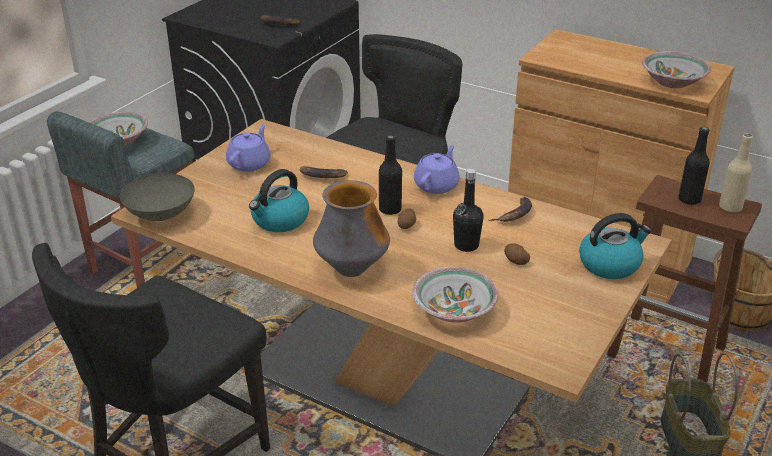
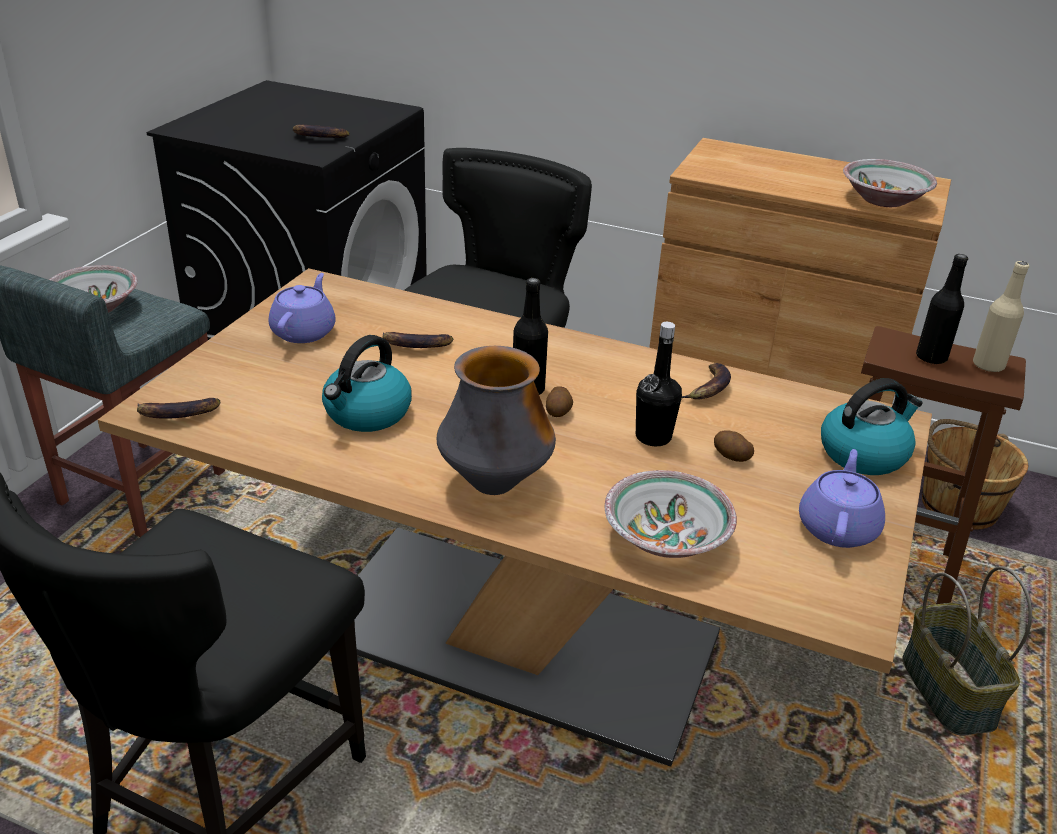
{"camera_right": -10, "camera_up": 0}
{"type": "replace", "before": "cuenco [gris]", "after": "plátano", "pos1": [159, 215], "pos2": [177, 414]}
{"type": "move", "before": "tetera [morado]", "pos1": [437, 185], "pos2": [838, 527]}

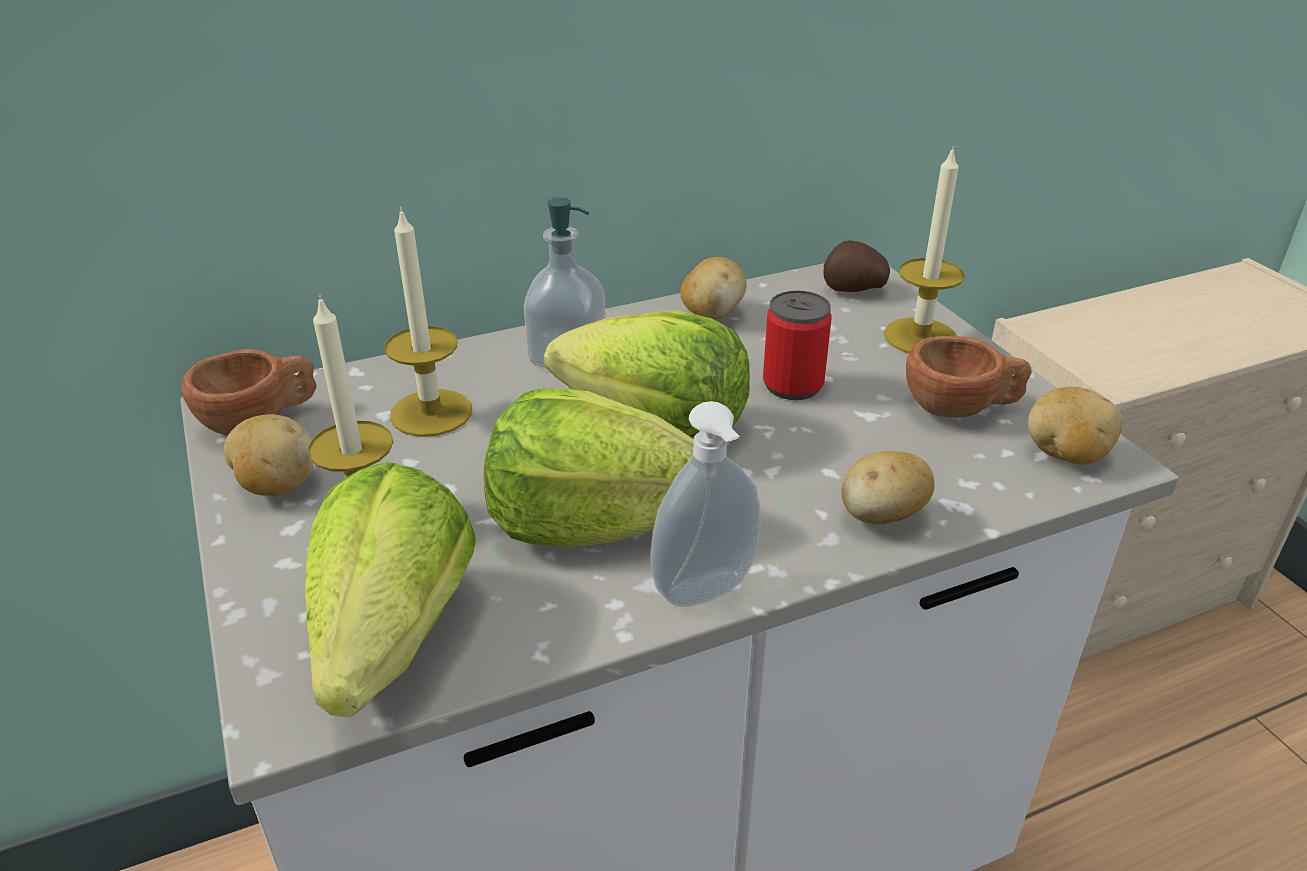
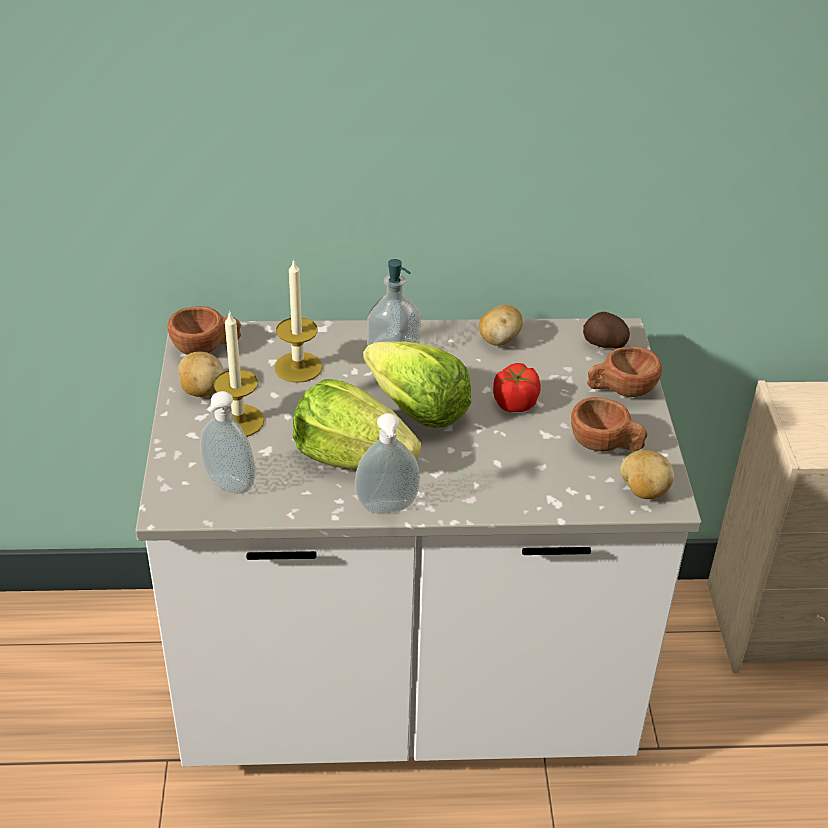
{"camera_right": 20, "camera_up": 5}
{"type": "replace", "before": "lechuga", "after": "dispensador de jabón", "pos1": [394, 637], "pos2": [228, 486]}
{"type": "replace", "before": "lata", "after": "tomate", "pos1": [792, 385], "pos2": [515, 403]}
{"type": "delete", "before": "patata", "pos1": [881, 517]}
{"type": "replace", "before": "vela", "after": "taza [marrón]", "pos1": [920, 337], "pos2": [620, 390]}

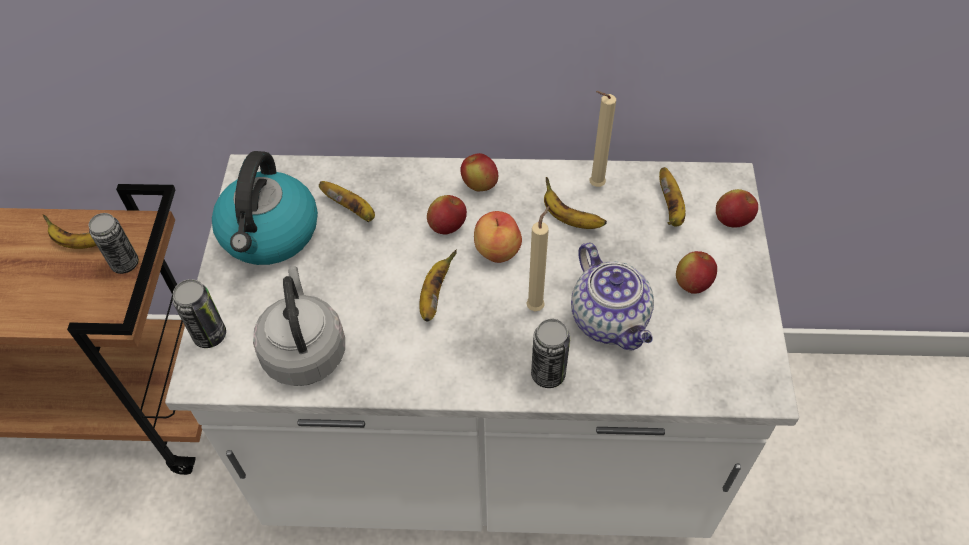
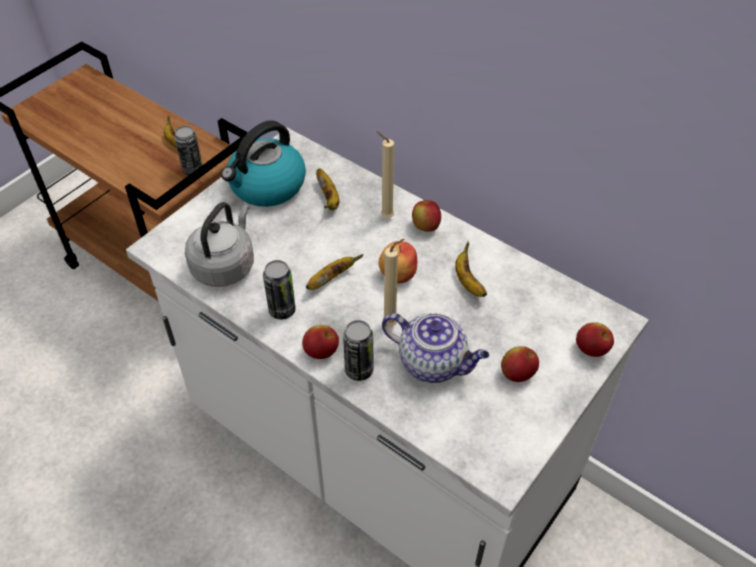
{"camera_right": 35, "camera_up": -5}
{"type": "move", "before": "lata", "pos1": [210, 335], "pos2": [282, 310]}
{"type": "move", "before": "manzana", "pos1": [447, 226], "pos2": [321, 352]}
{"type": "rotate", "before": "tetera", "pos1": [611, 321], "pos2": [434, 363], "turn": -75}
{"type": "move", "before": "vela [beis]", "pos1": [594, 185], "pos2": [385, 216]}
{"type": "delete", "before": "plátano", "pos1": [671, 208]}

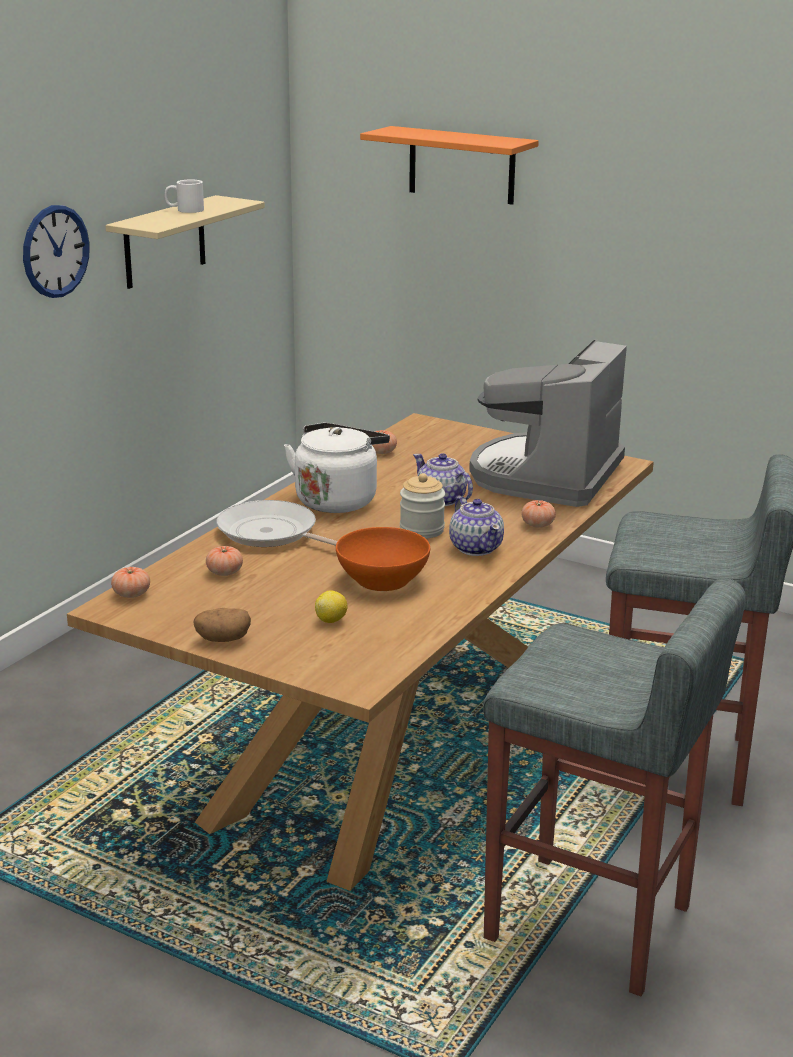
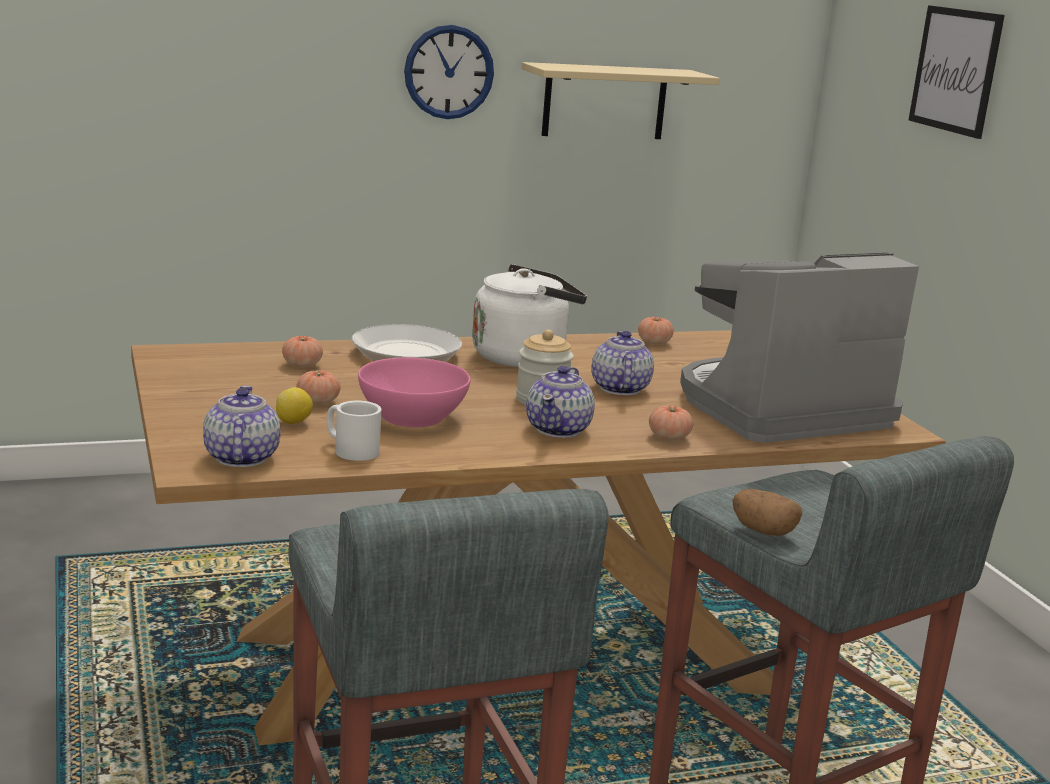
{"camera_right": 40, "camera_up": -5}
{"type": "move", "before": "tomate", "pos1": [131, 594], "pos2": [318, 401]}
{"type": "move", "before": "taza grande [blanco]", "pos1": [184, 210], "pos2": [350, 449]}
{"type": "move", "before": "patata", "pos1": [222, 639], "pos2": [763, 531]}
{"type": "recolor", "before": "cuenco [naranja]", "after": "cuenco [rosa]", "pos1": [383, 580], "pos2": [412, 416]}
{"type": "replace", "before": "estante [naranja]", "after": "cuadro", "pos1": [461, 165], "pos2": [955, 70]}
{"type": "insert", "after": "tetera", "pos2": [240, 458]}

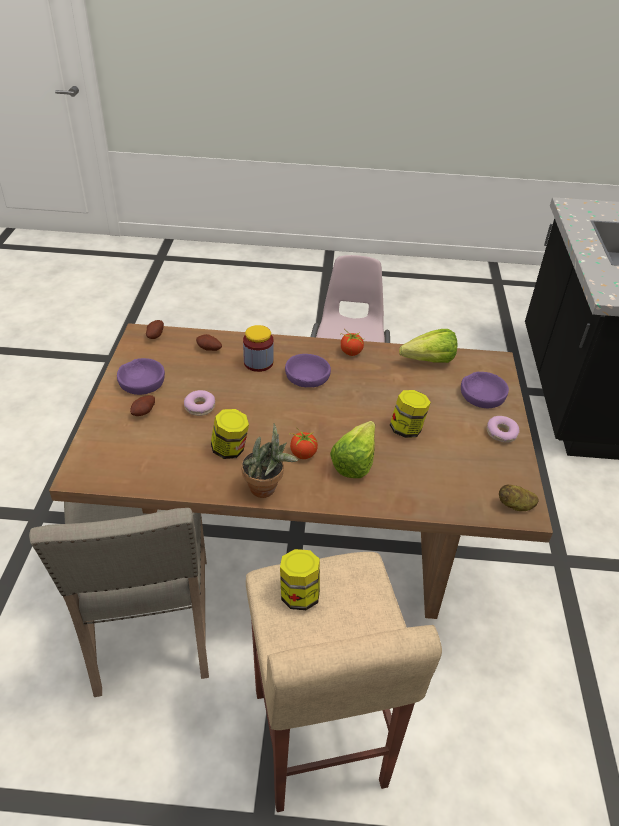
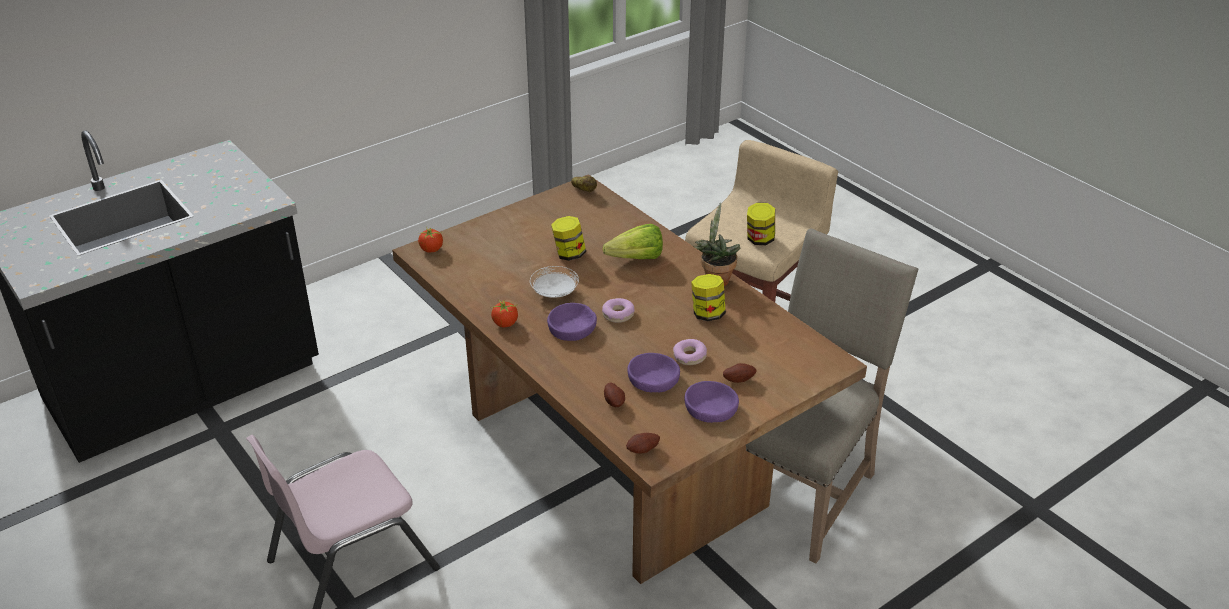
{"camera_right": -130, "camera_up": -5}
{"type": "delete", "before": "tarro", "pos1": [258, 363]}
{"type": "move", "before": "tomate", "pos1": [303, 454], "pos2": [431, 249]}
{"type": "delete", "before": "lechuga", "pos1": [424, 361]}
{"type": "move", "before": "cuenco [morado]", "pos1": [482, 395], "pos2": [653, 379]}
{"type": "move", "before": "rosquilla", "pos1": [501, 433], "pos2": [618, 314]}
{"type": "insert", "after": "plato [blanco]", "pos2": [554, 293]}

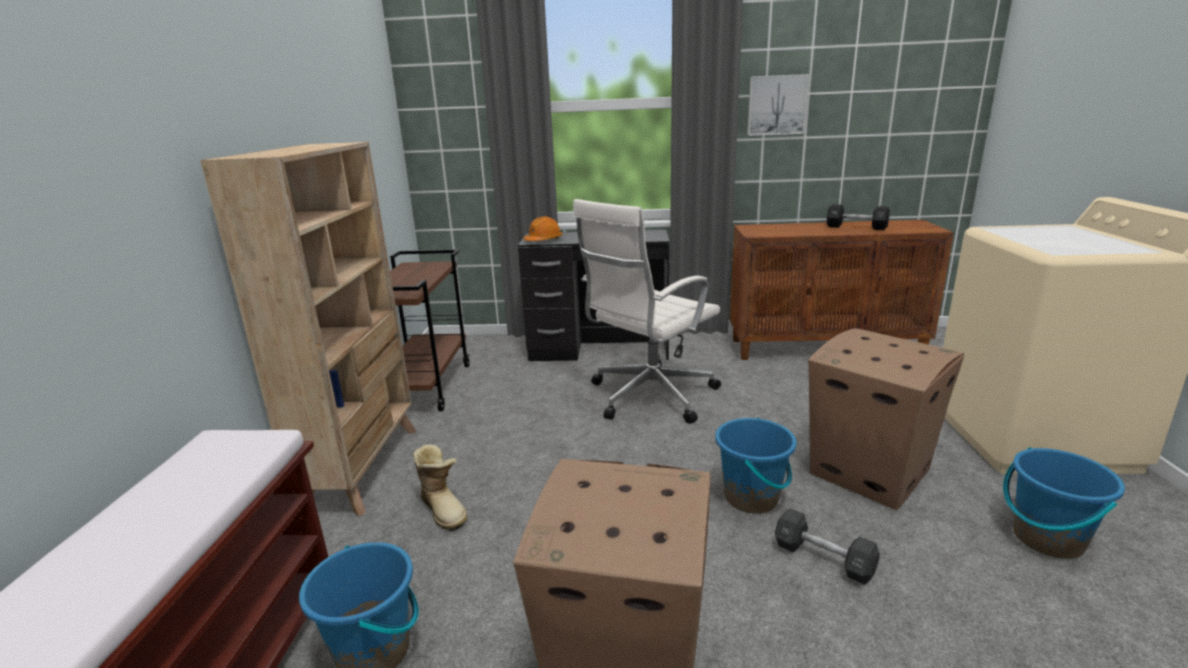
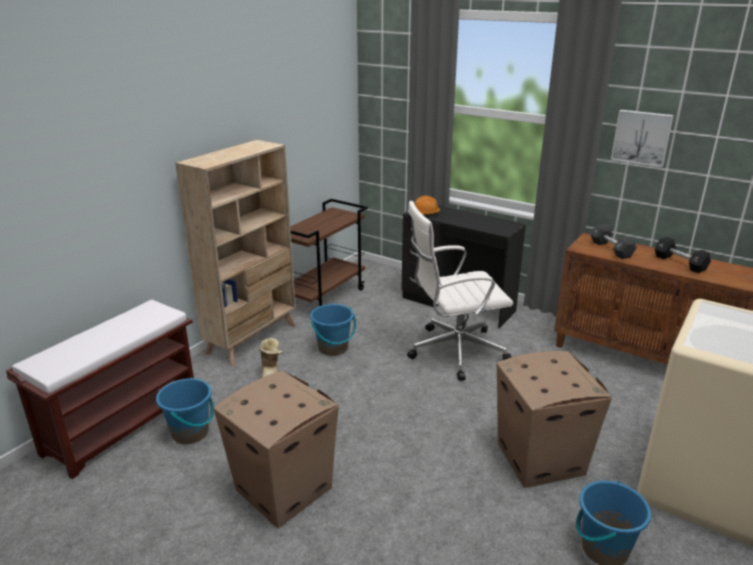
{"camera_right": 30, "camera_up": 5}
{"type": "move", "before": "cubo [azul]", "pos1": [751, 498], "pos2": [333, 348]}
{"type": "move", "before": "mancuerna [negro]", "pos1": [823, 558], "pos2": [611, 249]}

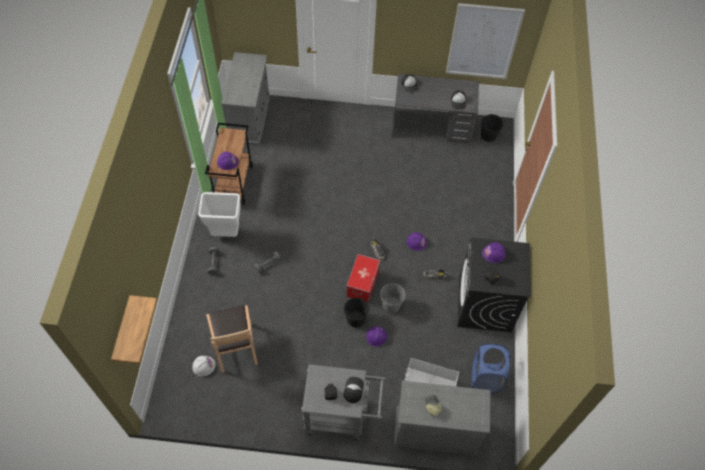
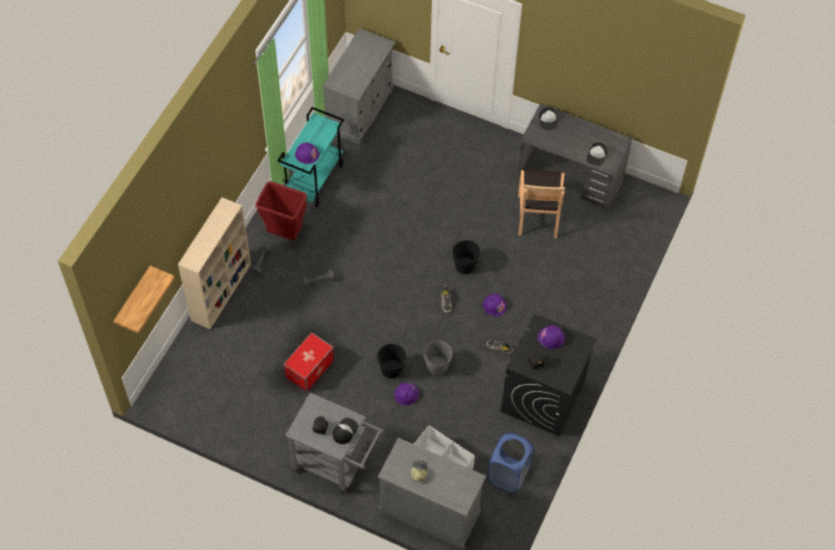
{"camera_right": 20, "camera_up": 0}
{"type": "delete", "before": "casco [blanco]", "pos1": [203, 366]}
{"type": "recolor", "before": "papelera [blanco]", "after": "papelera [rojo]", "pos1": [226, 233], "pos2": [285, 233]}
{"type": "recolor", "before": "carrito [marrón]", "after": "carrito [turquesa]", "pos1": [233, 183], "pos2": [314, 179]}
{"type": "move", "before": "silla [marrón]", "pos1": [235, 347], "pos2": [538, 216]}
{"type": "move", "before": "caja de almacenaje", "pos1": [362, 284], "pos2": [309, 368]}
{"type": "delete", "before": "cuadro", "pos1": [483, 41]}
{"type": "move", "before": "cubo [negro]", "pos1": [488, 135], "pos2": [465, 265]}
{"type": "insert", "after": "estantería [beis]", "pos2": [221, 291]}

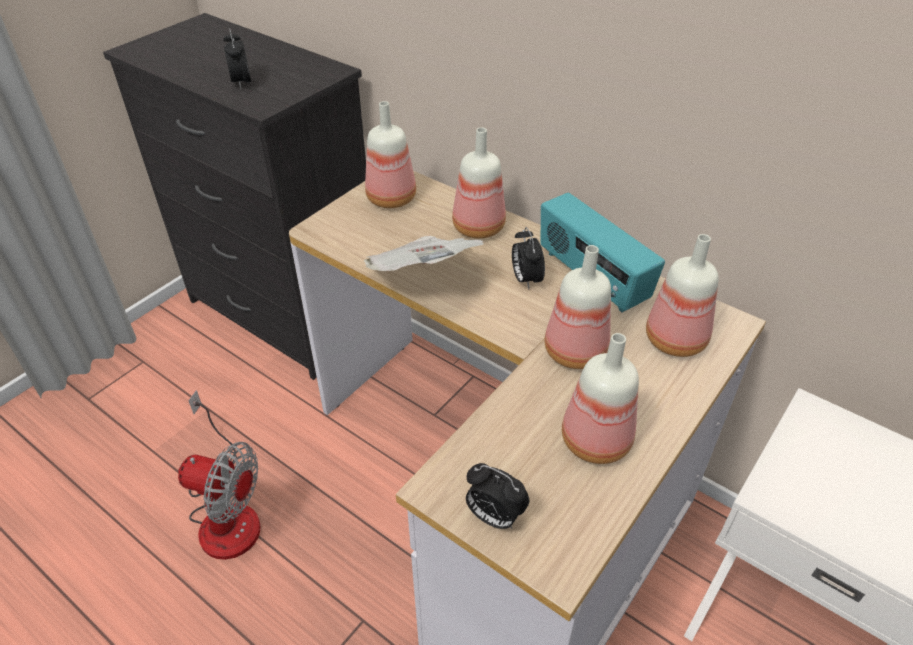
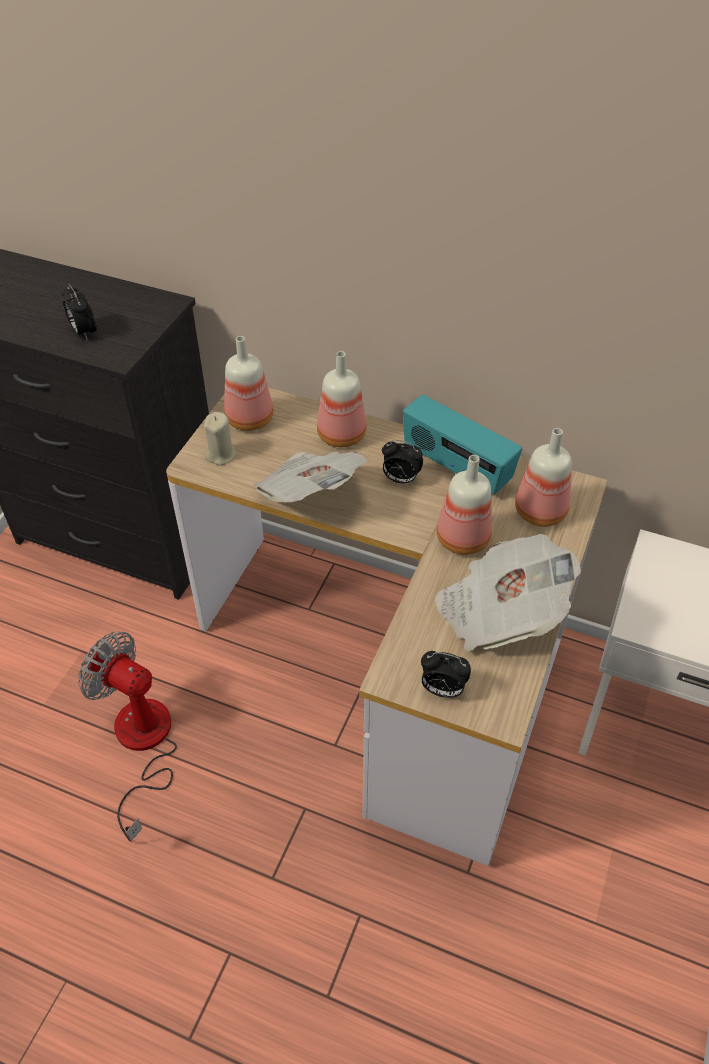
{"camera_right": -15, "camera_up": 5}
{"type": "rotate", "before": "ventilador", "pos1": [226, 512], "pos2": [142, 745], "turn": -150}
{"type": "rotate", "before": "despertador", "pos1": [525, 279], "pos2": [400, 479], "turn": -45}
{"type": "replace", "before": "botella", "after": "periódico", "pos1": [593, 441], "pos2": [499, 612]}
{"type": "insert", "after": "vela [beis]", "pos2": [221, 454]}

